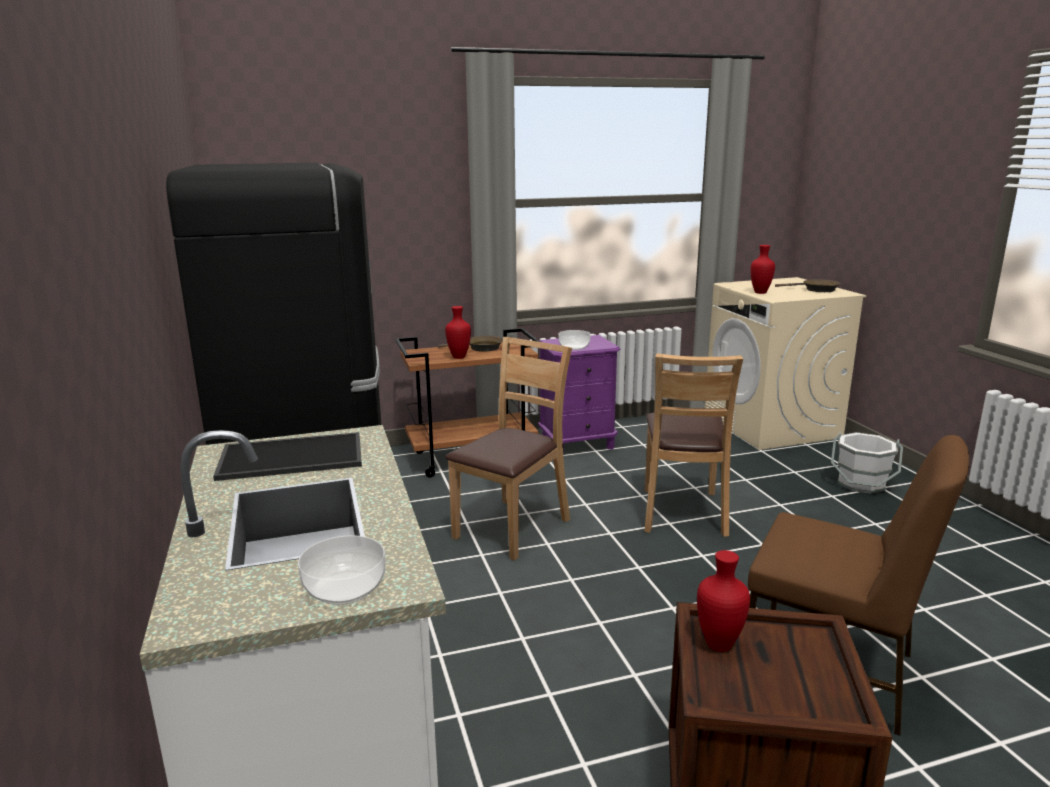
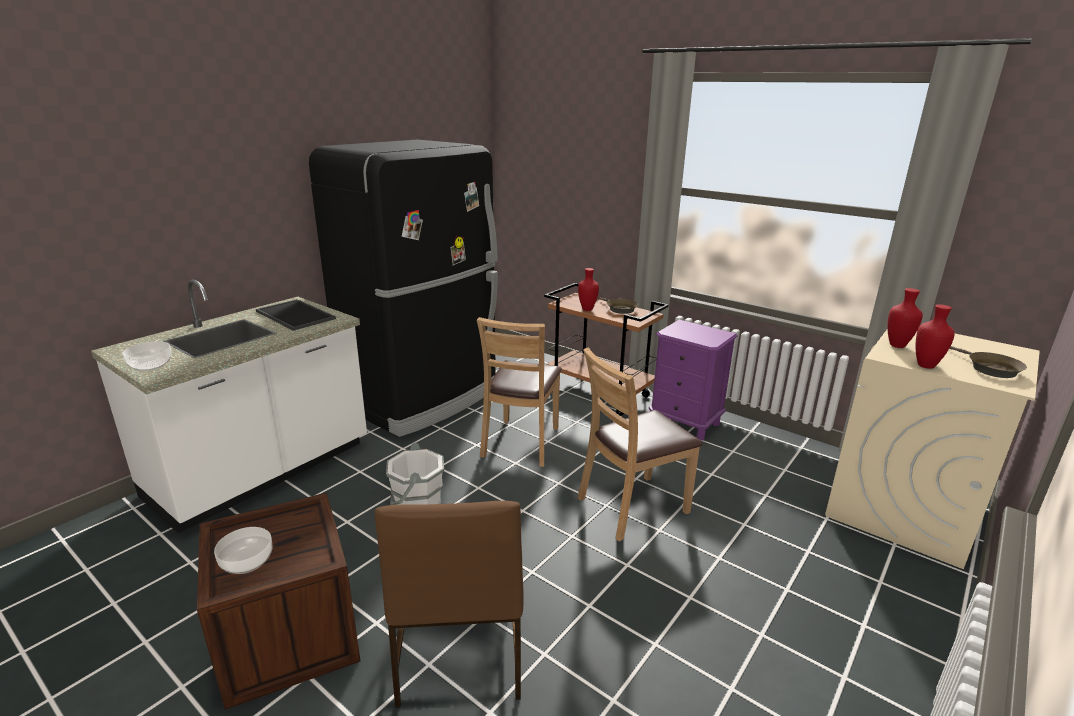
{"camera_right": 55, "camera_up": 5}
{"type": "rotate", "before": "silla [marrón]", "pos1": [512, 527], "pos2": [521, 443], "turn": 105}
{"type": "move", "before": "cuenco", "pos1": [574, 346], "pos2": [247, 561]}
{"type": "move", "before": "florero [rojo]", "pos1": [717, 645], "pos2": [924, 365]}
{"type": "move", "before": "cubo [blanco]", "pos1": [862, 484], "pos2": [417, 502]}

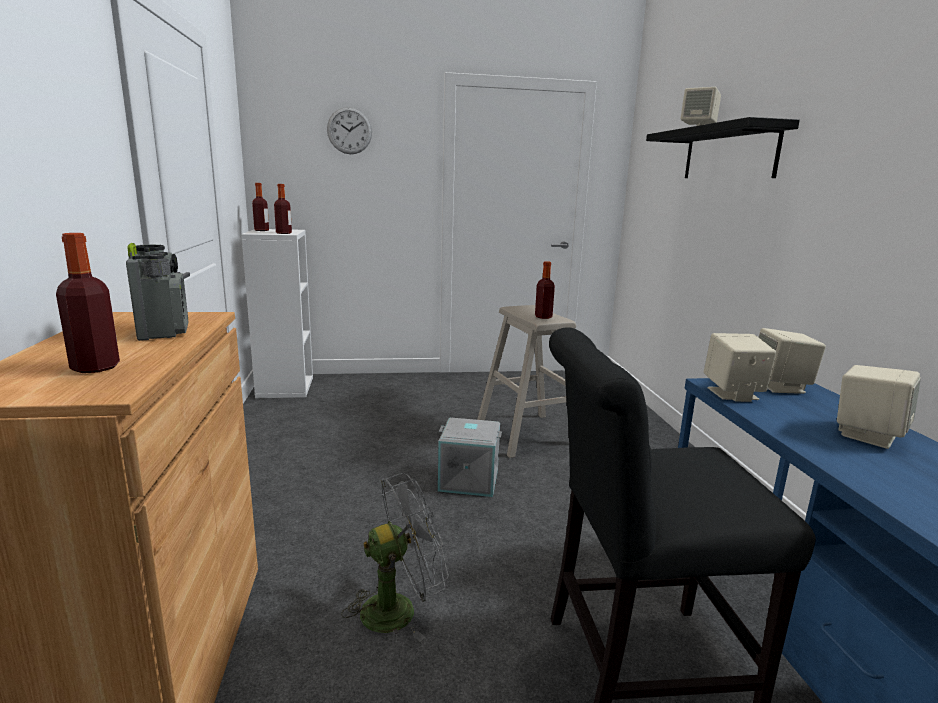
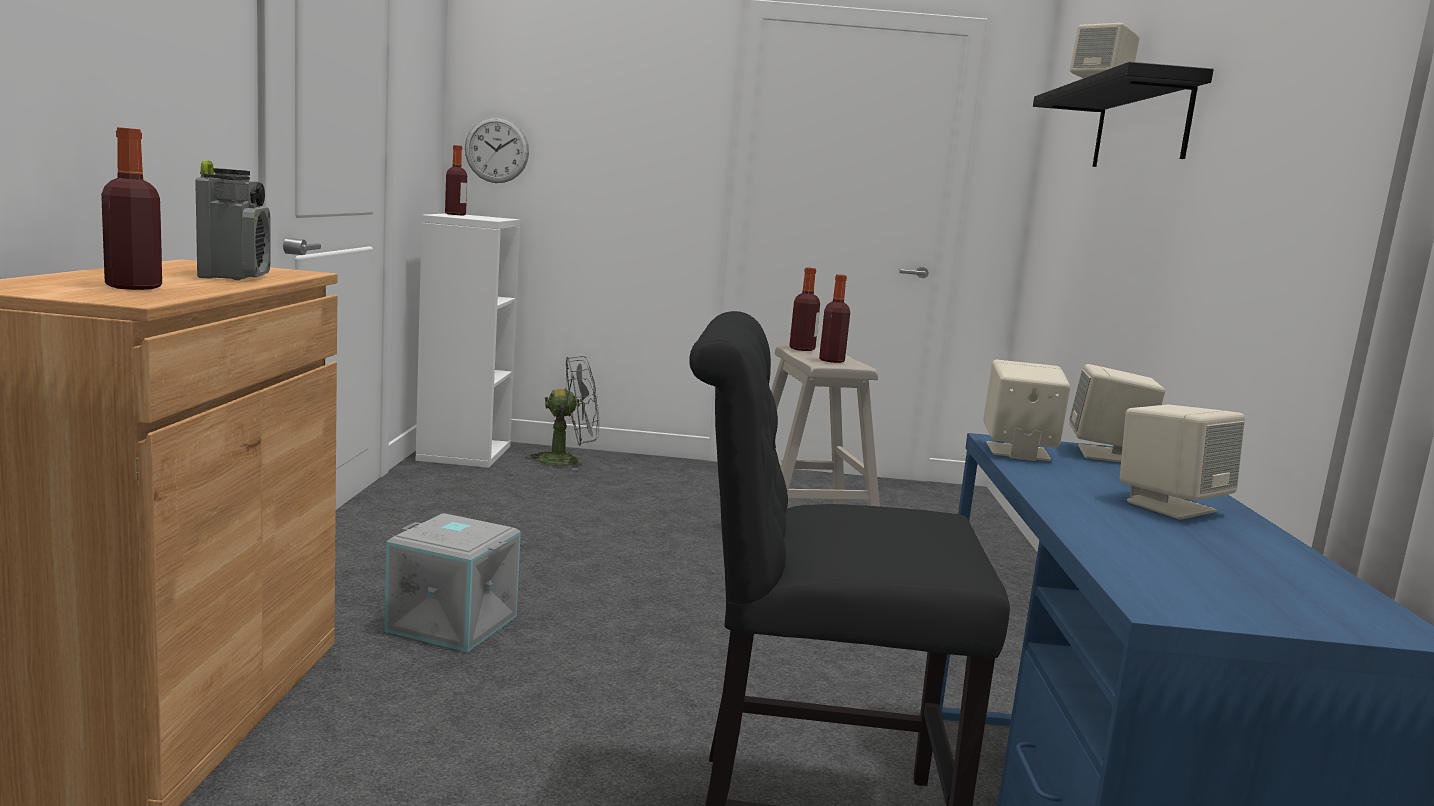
{"camera_right": 10, "camera_up": -5}
{"type": "move", "before": "botella", "pos1": [284, 233], "pos2": [802, 349]}
{"type": "move", "before": "reloj de pared", "pos1": [349, 130], "pos2": [496, 150]}
{"type": "move", "before": "ventilador [gris]", "pos1": [399, 608], "pos2": [567, 461]}
{"type": "move", "before": "caja de almacenaje [gris]", "pos1": [469, 479], "pos2": [454, 623]}

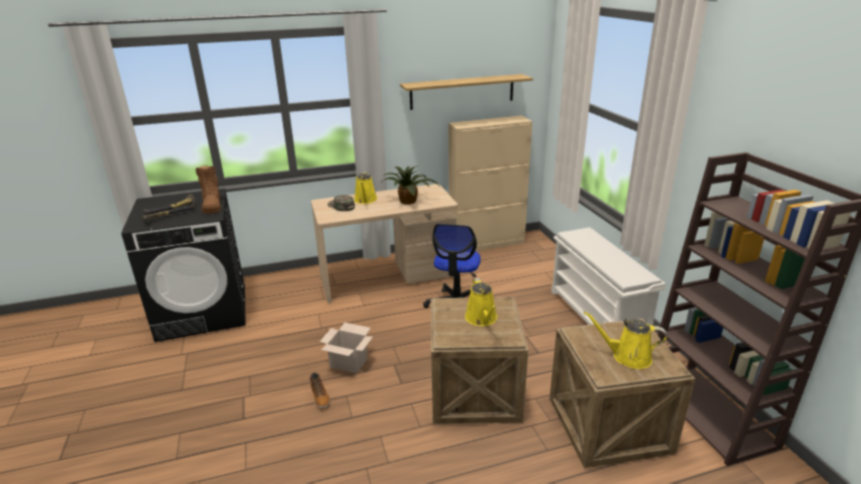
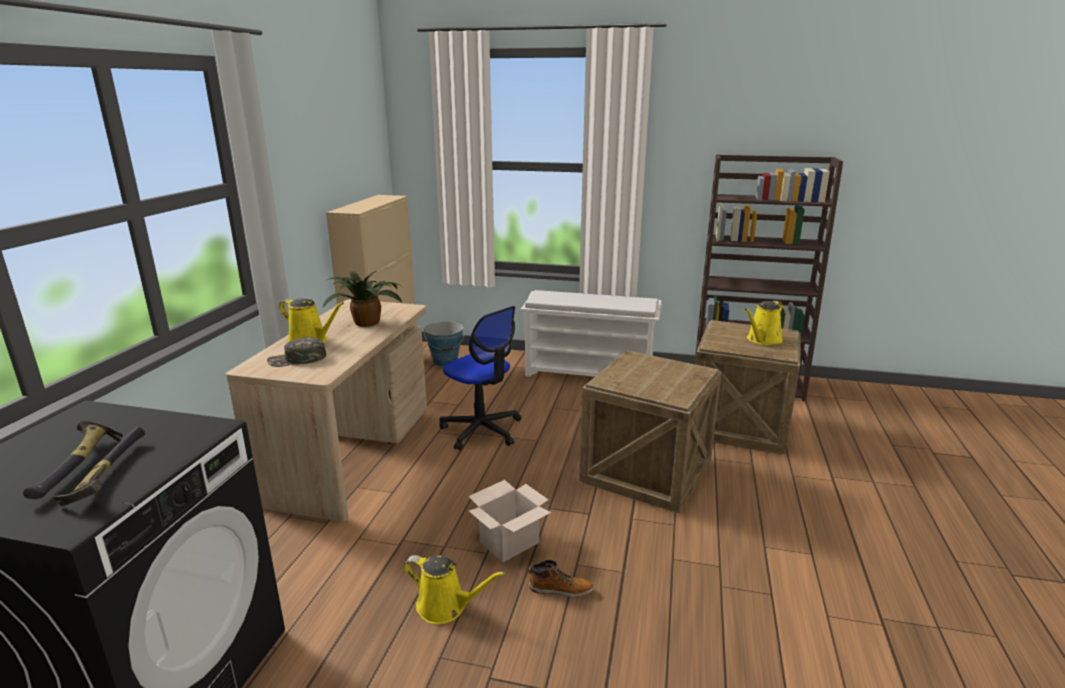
{"camera_right": -60, "camera_up": -5}
{"type": "delete", "before": "bota [marrón]", "pos1": [212, 205]}
{"type": "delete", "before": "estante", "pos1": [462, 91]}
{"type": "move", "before": "regadera [amarillo]", "pos1": [482, 319], "pos2": [446, 606]}
{"type": "insert", "after": "cubo", "pos2": [445, 362]}

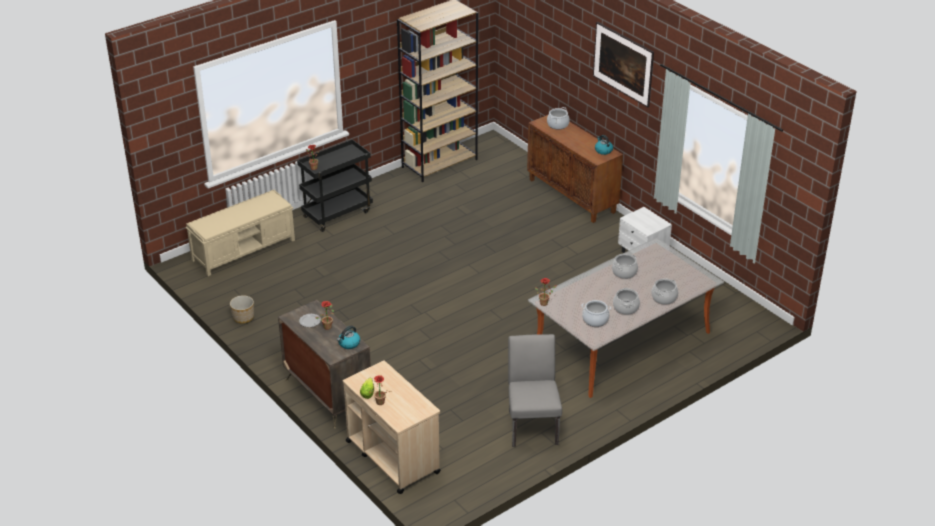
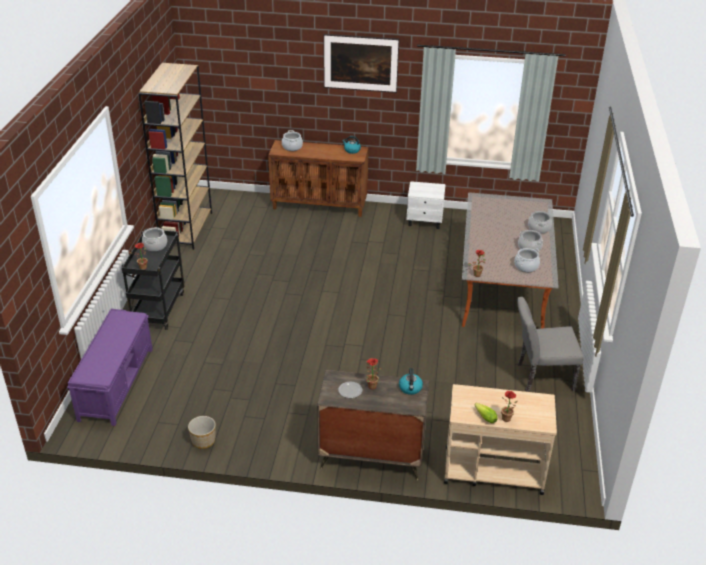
{"camera_right": -45, "camera_up": 0}
{"type": "recolor", "before": "banco [beis]", "after": "banco [morado]", "pos1": [244, 249], "pos2": [116, 383]}
{"type": "rotate", "before": "silla [gris]", "pos1": [532, 424], "pos2": [540, 377], "turn": -45}
{"type": "move", "before": "olla", "pos1": [624, 272], "pos2": [155, 245]}

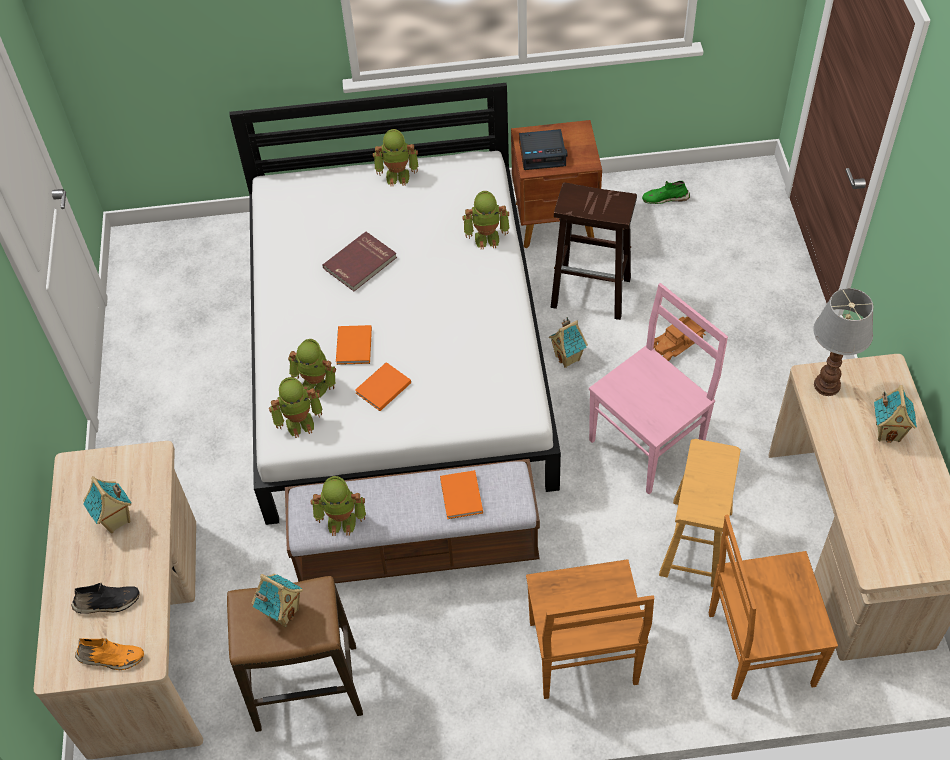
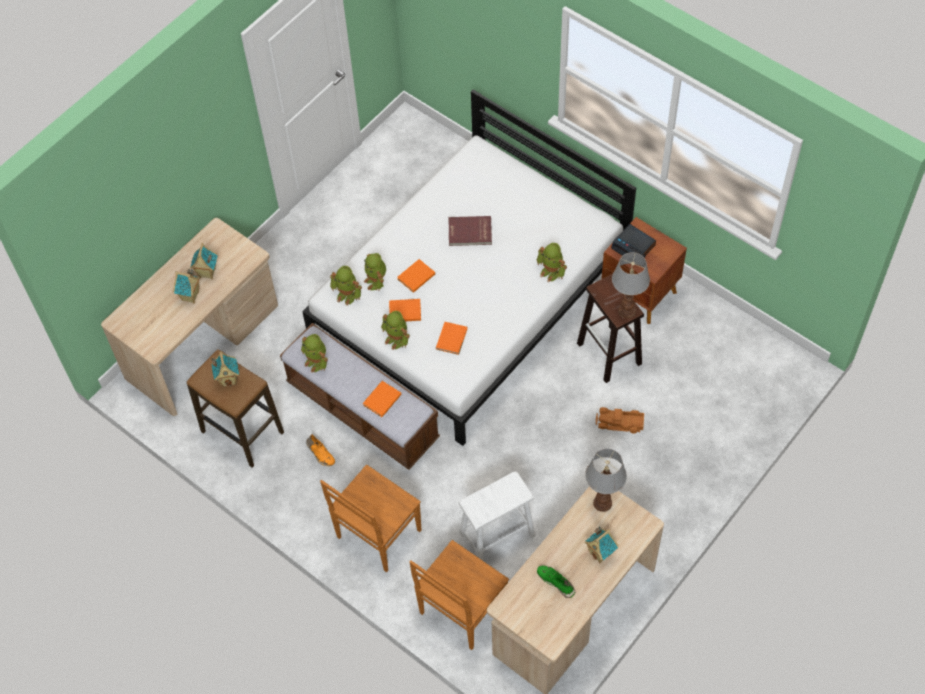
{"camera_right": 45, "camera_up": 5}
{"type": "delete", "before": "zapato [negro]", "pos1": [107, 603]}
{"type": "move", "before": "zapato [naranja]", "pos1": [111, 658], "pos2": [320, 453]}
{"type": "move", "before": "robot de juguete", "pos1": [398, 175], "pos2": [397, 339]}
{"type": "move", "before": "casita", "pos1": [568, 358], "pos2": [191, 296]}
{"type": "delete", "before": "silla [rosa]", "pos1": [648, 444]}
{"type": "move", "before": "zapato [verde]", "pos1": [665, 198], "pos2": [556, 582]}
{"type": "recolor", "before": "taburete [marrón]", "after": "taburete [blanco]", "pos1": [695, 542], "pos2": [496, 534]}
{"type": "rotate", "before": "silla [marrón]", "pos1": [757, 649], "pos2": [461, 611], "turn": -90}
{"type": "insert", "after": "libro [naranja]", "pos2": [452, 338]}
{"type": "insert", "after": "lámpara de mesa", "pos2": [627, 311]}

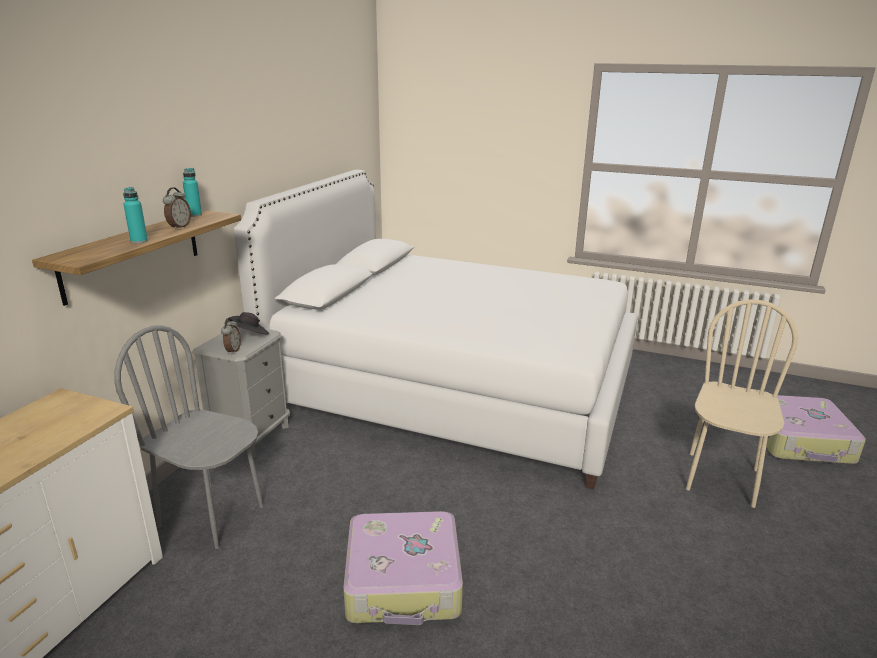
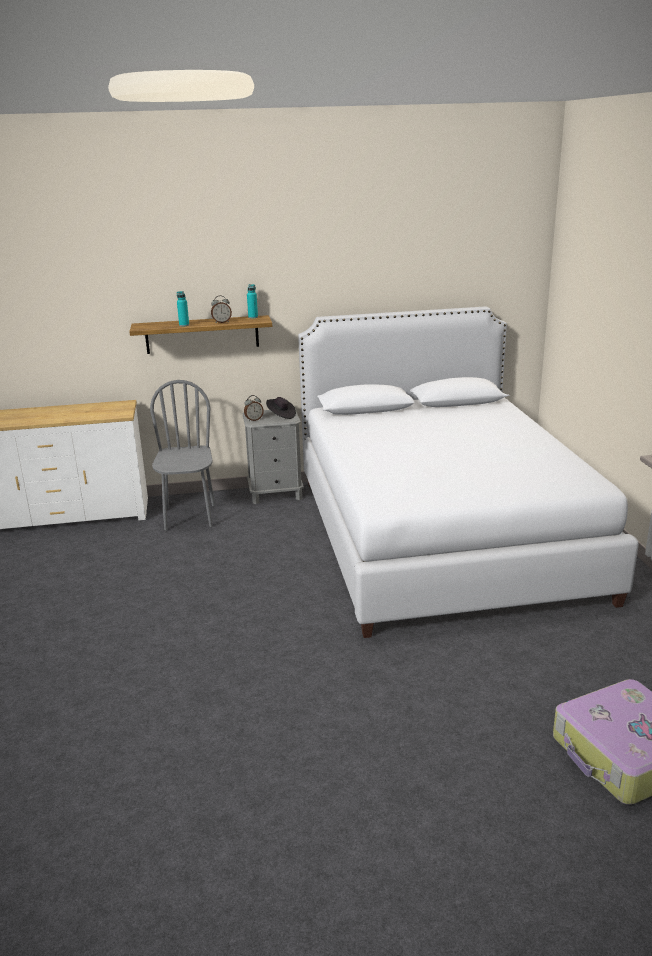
{"camera_right": 60, "camera_up": 0}
{"type": "delete", "before": "maleta", "pos1": [404, 581]}
{"type": "delete", "before": "silla [beis]", "pos1": [721, 479]}

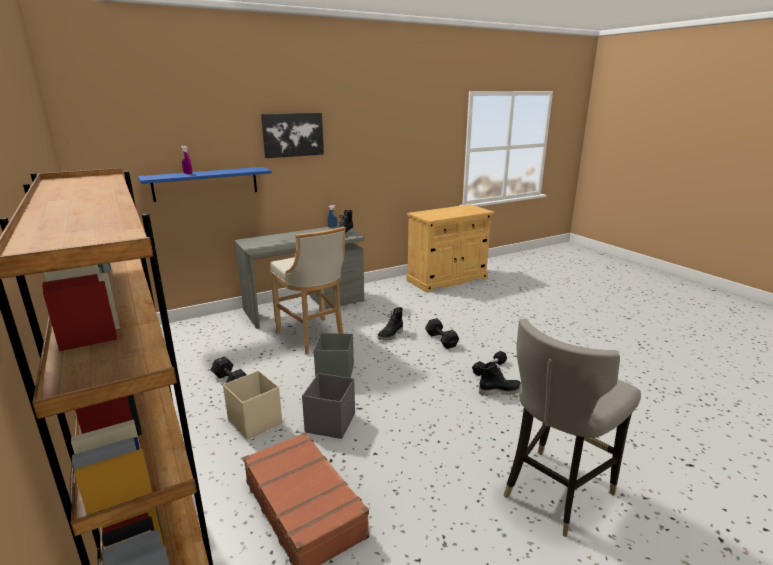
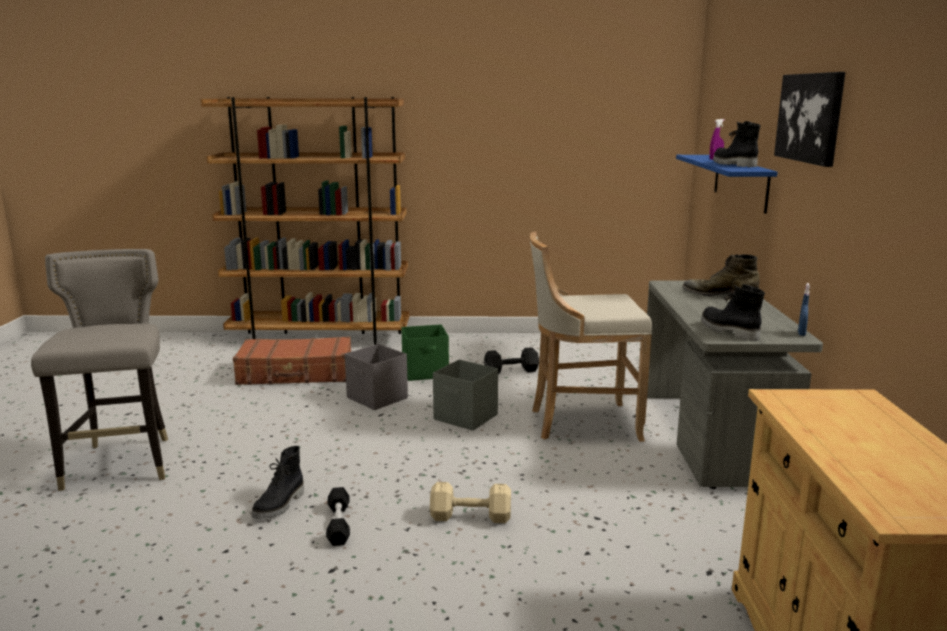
{"camera_right": 120, "camera_up": -5}
{"type": "recolor", "before": "caja de almacenaje [beis]", "after": "caja de almacenaje [verde]", "pos1": [255, 421], "pos2": [426, 372]}
{"type": "move", "before": "bota [negro]", "pos1": [391, 335], "pos2": [733, 164]}
{"type": "recolor", "before": "mancuerna [negro]", "after": "mancuerna [beis]", "pos1": [441, 340], "pos2": [469, 516]}
{"type": "insert", "after": "bota [verde]", "pos2": [719, 294]}

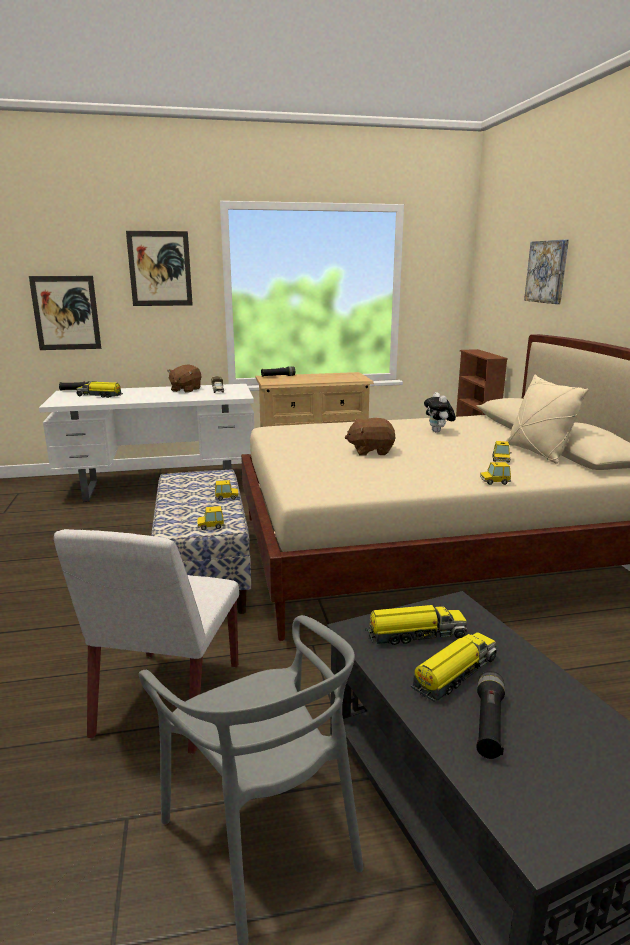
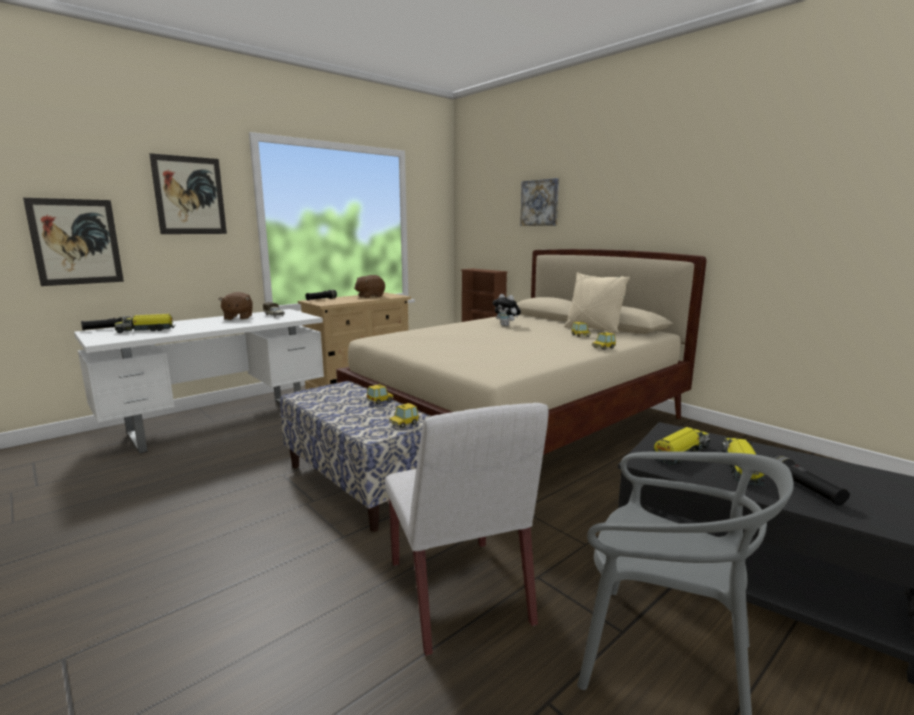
{"camera_right": -30, "camera_up": -5}
{"type": "move", "before": "peluche [marrón]", "pos1": [370, 451], "pos2": [370, 296]}

